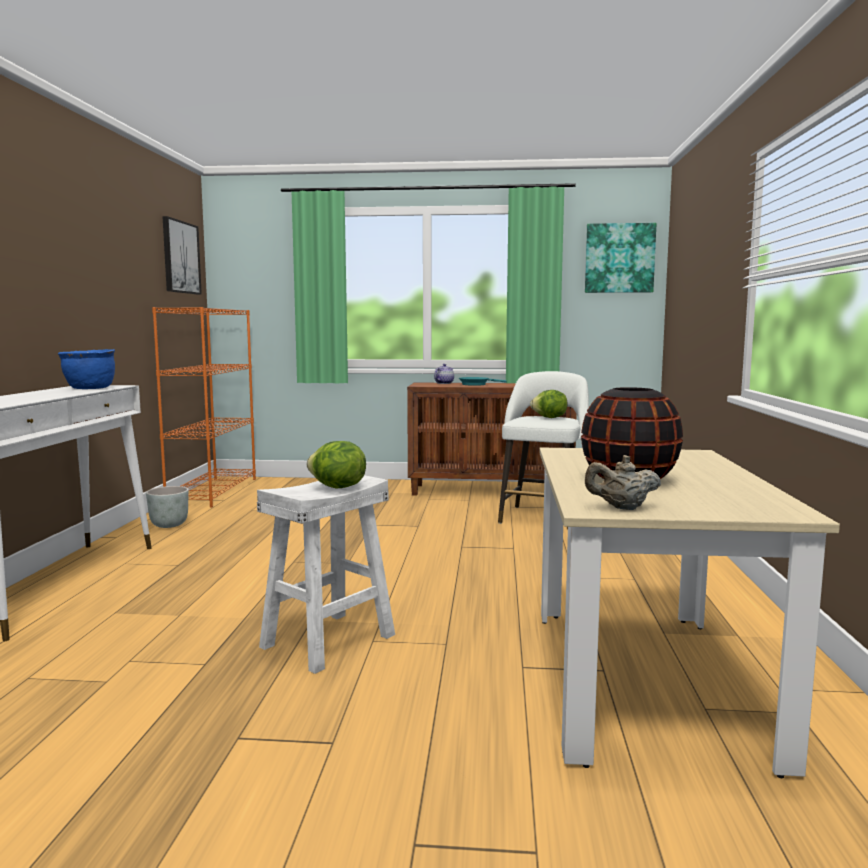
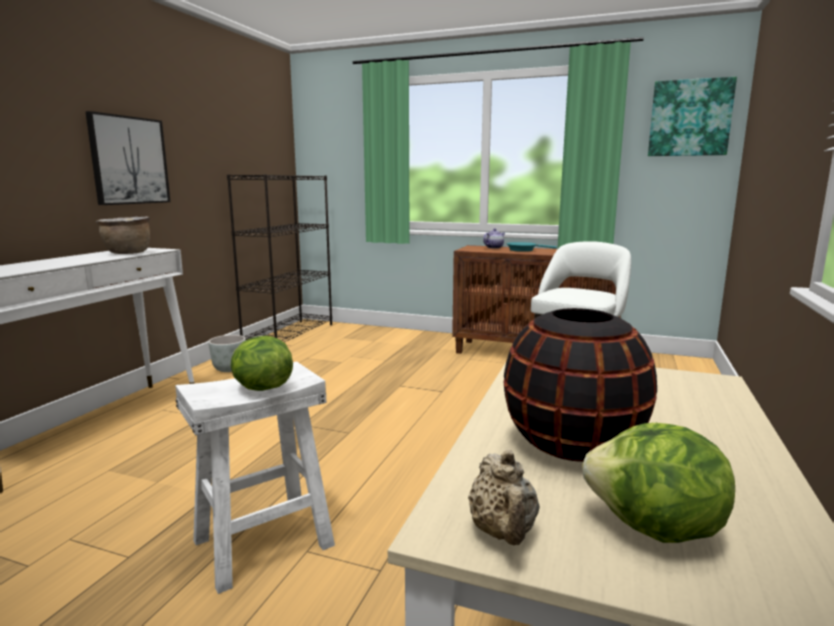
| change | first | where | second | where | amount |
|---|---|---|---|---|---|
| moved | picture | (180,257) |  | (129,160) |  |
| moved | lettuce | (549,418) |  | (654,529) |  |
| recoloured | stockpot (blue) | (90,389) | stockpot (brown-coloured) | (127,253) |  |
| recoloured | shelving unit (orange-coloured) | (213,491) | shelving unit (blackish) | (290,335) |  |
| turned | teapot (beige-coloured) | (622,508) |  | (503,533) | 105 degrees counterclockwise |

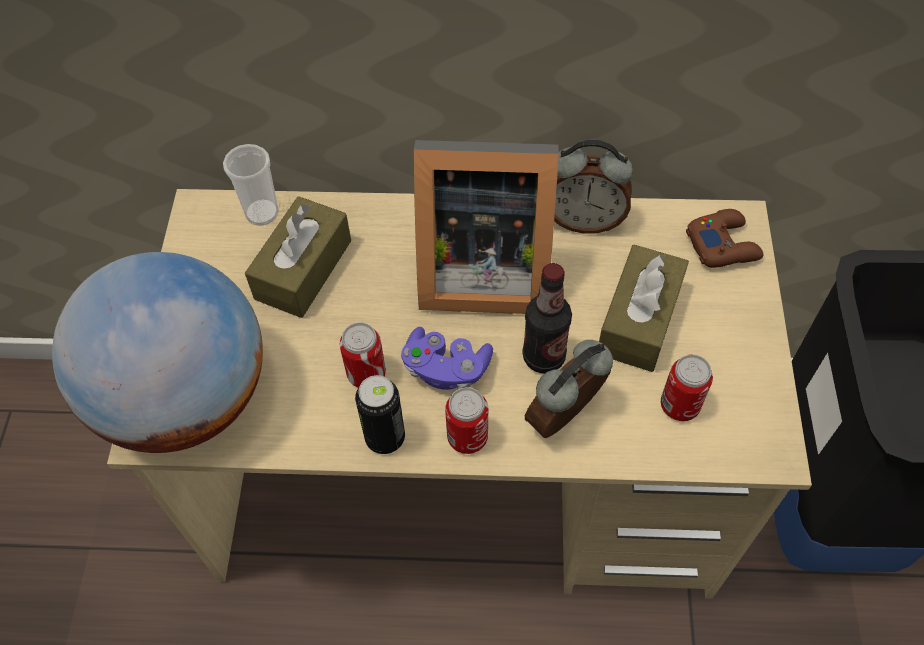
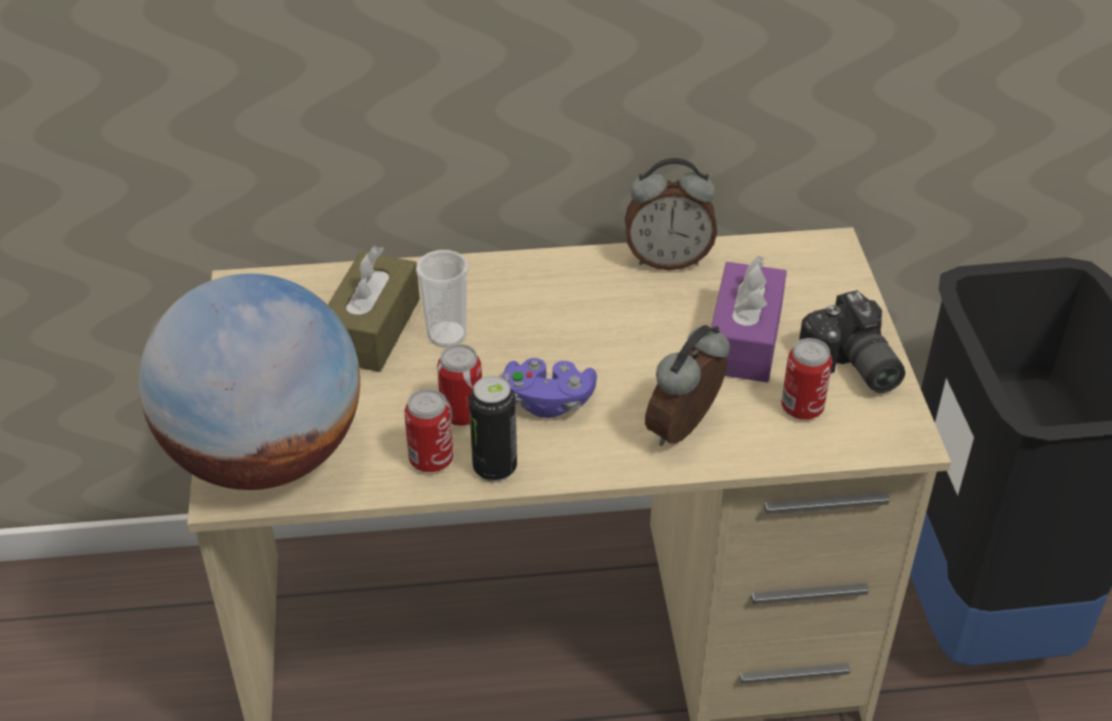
| change | first | where | second | where | amount |
|---|---|---|---|---|---|
| removed | standing frame | (479,271) |  |  |  |
| removed | drink bottle | (543,357) |  |  |  |
| removed | game controller (brown-coloured) | (723,244) |  |  |  |
| added |  |  | photo camera | (851,367) |  |
| moved | cup | (262,213) |  | (446,335) |  |
| moved | can | (467,437) |  | (431,460) |  |
| recoloured | box of tissues (brown-coloured) | (639,320) | box of tissues (purplish) | (744,340) |  |

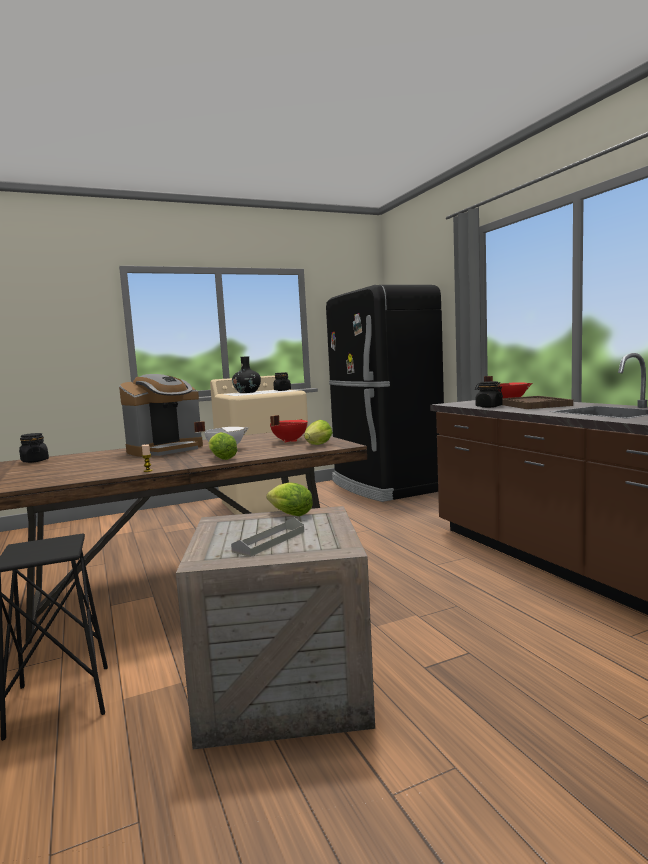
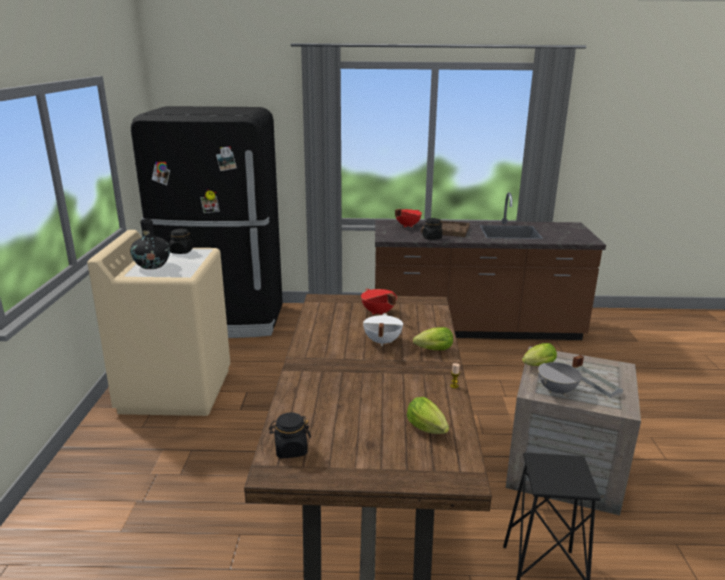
| change | first | where | second | where | amount |
|---|---|---|---|---|---|
| removed | coffee maker | (165,450) |  |  |  |
| added |  |  | stockpot (greyish) | (557,390) |  |
| moved | lettuce | (317,445) |  | (428,430) |  |

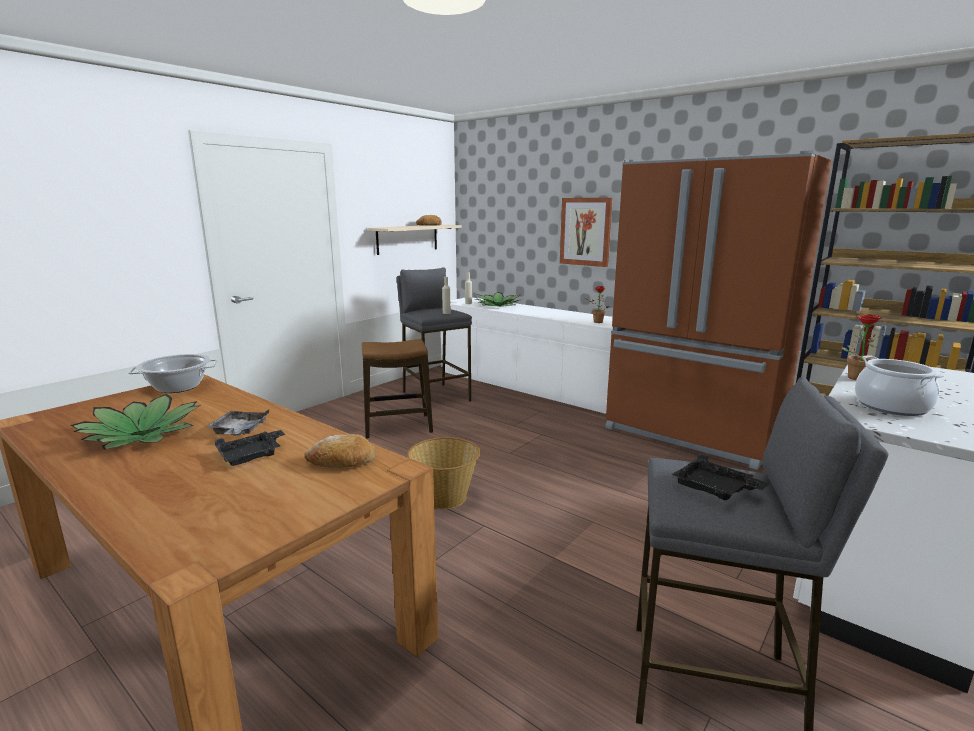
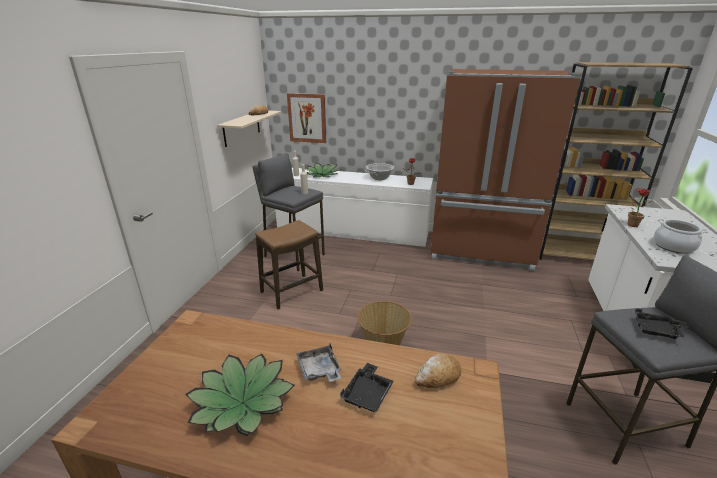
| change | first | where | second | where | amount |
|---|---|---|---|---|---|
| moved | stockpot | (177,387) |  | (379,178) |  |
| moved | picture | (585,231) |  | (307,118) |  |

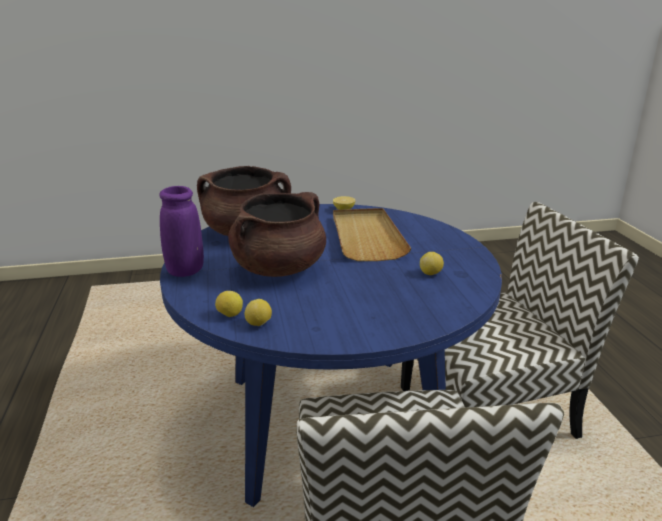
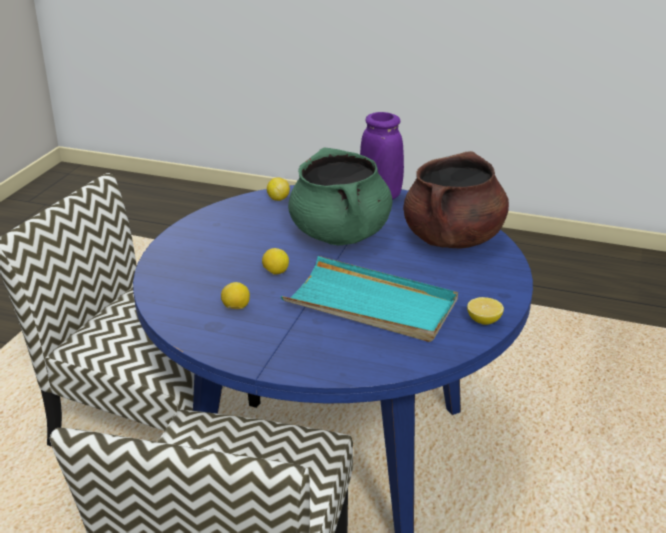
| change | first | where | second | where | amount |
|---|---|---|---|---|---|
| moved | citrus fruit | (259,324) |  | (275,272) |  |
| recoloured | stockpot (brown-coloured) | (279,268) | stockpot (green-coloured) | (340,235) |  |
| recoloured | carrying tray (beige-coloured) | (366,237) | carrying tray (blue-green) | (371,305) |  |

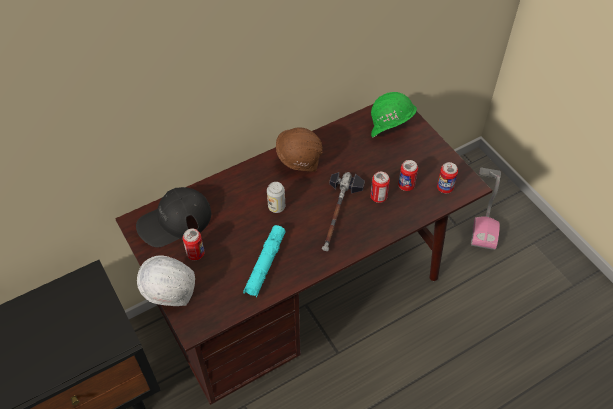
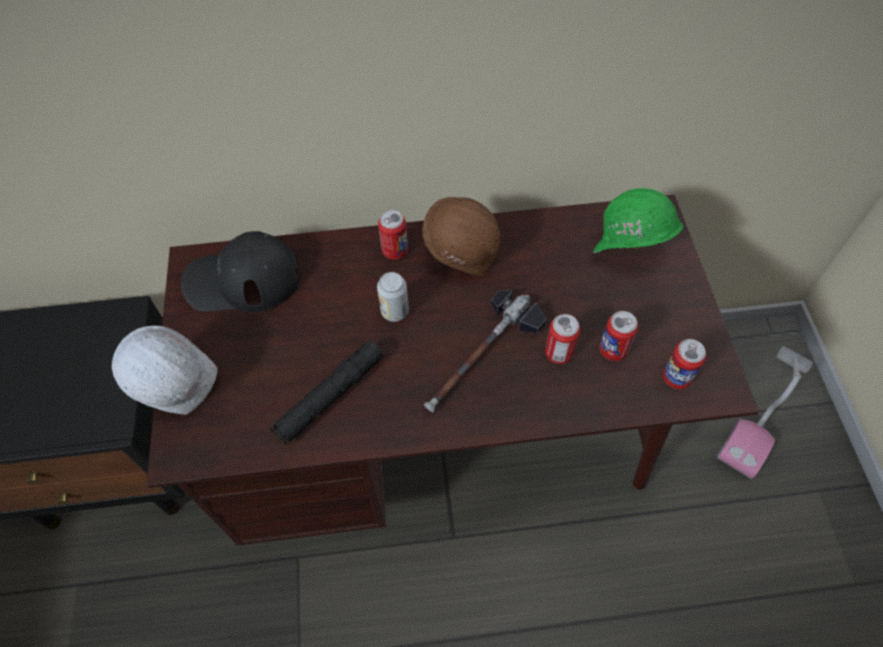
| change | first | where | second | where | amount |
|---|---|---|---|---|---|
| moved | can | (195,254) |  | (395,250) |  |
| recoloured | torch (blue-green) | (265,264) | torch (blackish) | (330,396) |  |

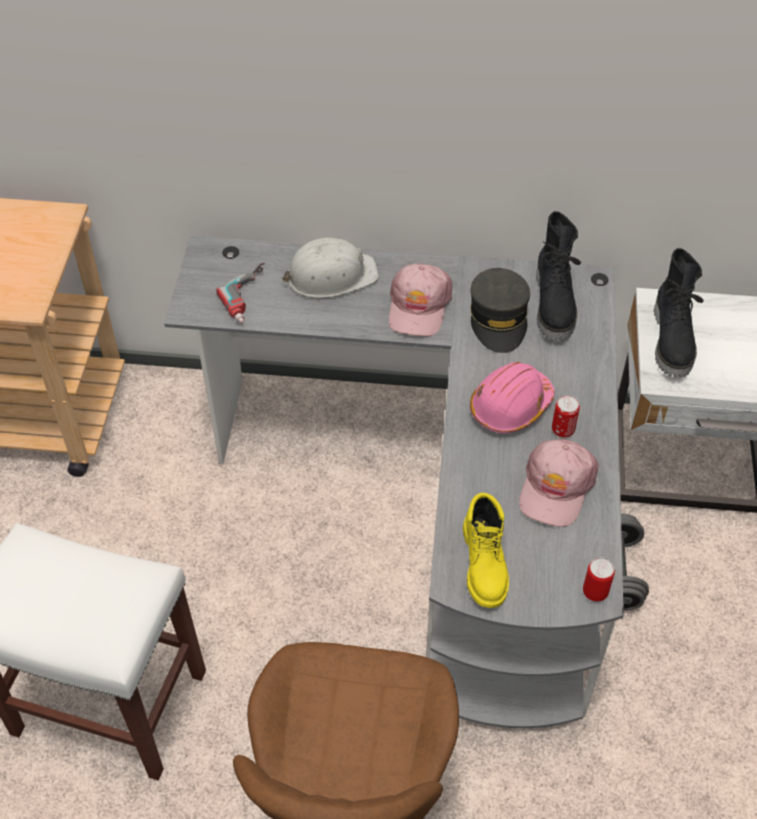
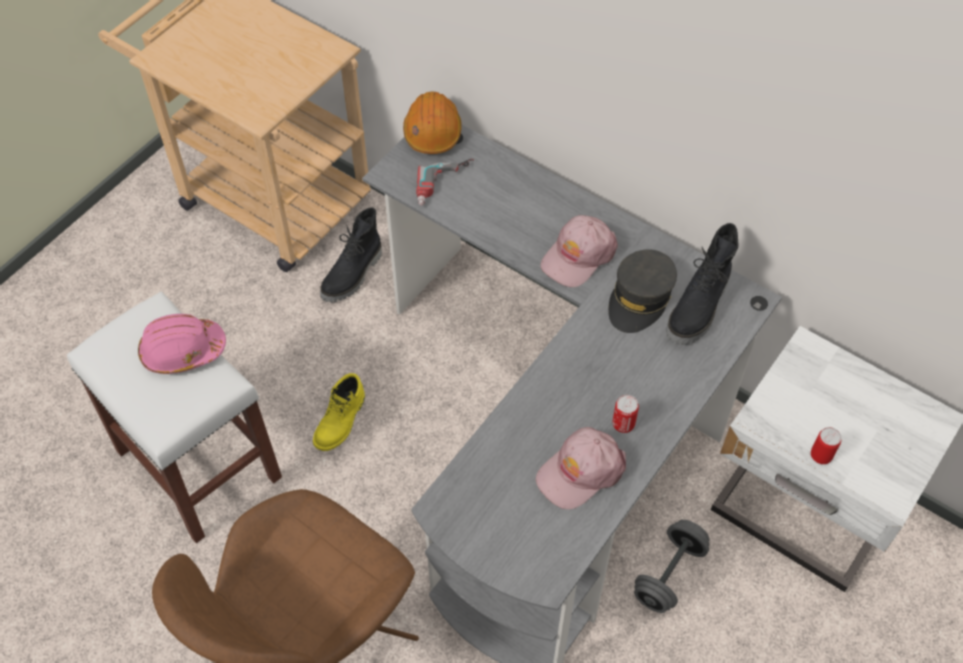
| change | first | where | second | where | amount |
|---|---|---|---|---|---|
| removed | hard hat (whitish) | (330,275) |  |  |  |
| added |  |  | hard hat (orange-coloured) | (432,131) |  |
| moved | tall boot (yellowish) | (485,563) |  | (341,421) |  |
| moved | hard hat (pinkish) | (510,406) |  | (182,351) |  |
| moved | can | (595,592) |  | (821,456) |  |
| moved | tall boot (blackish) | (672,341) |  | (353,275) |  |

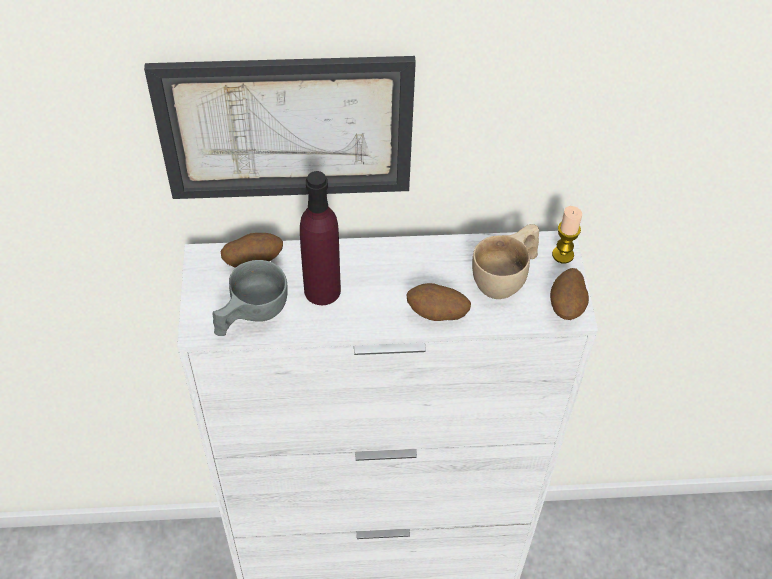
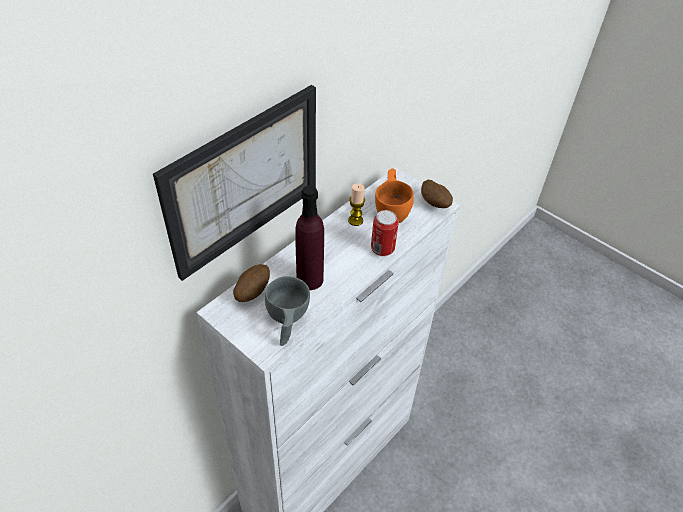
| change | first | where | second | where | amount |
|---|---|---|---|---|---|
| moved | wax light | (562,255) |  | (355,220) |  |
| replaced | potato | (437,314) | can | (382,249) |  |
| recoloured | cup (beige-coloured) | (506,277) | cup (orange-coloured) | (392,209) |  |

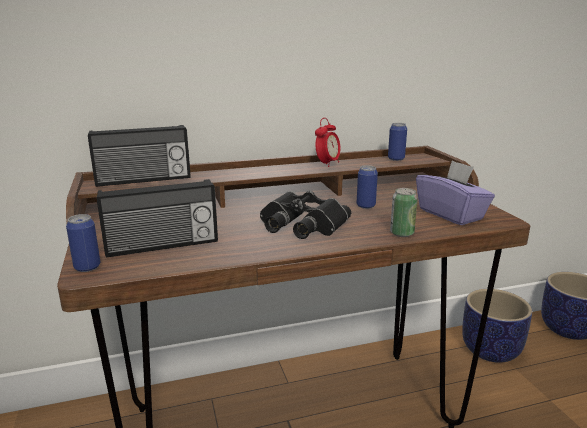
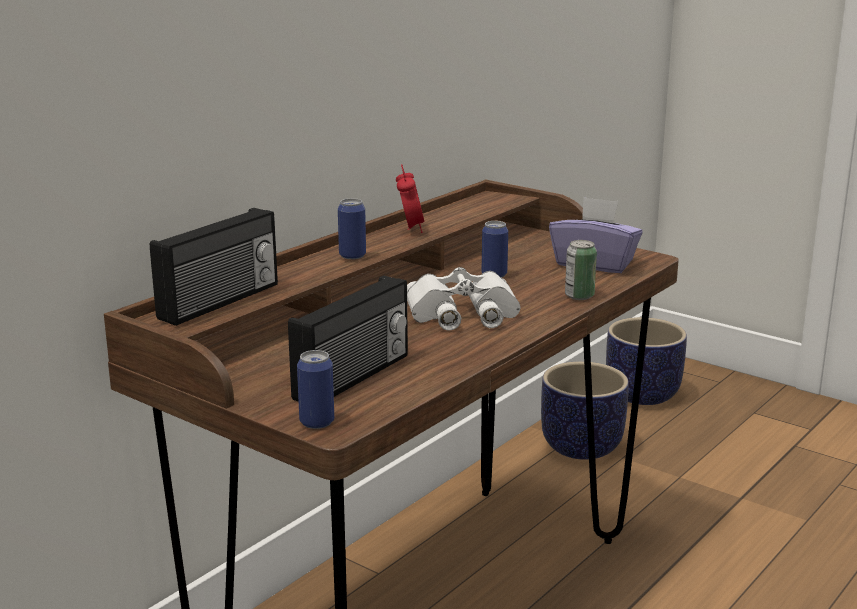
| change | first | where | second | where | amount |
|---|---|---|---|---|---|
| moved | can | (396,159) |  | (352,256) |  |
| recoloured | field glasses (blackish) | (301,224) | field glasses (whitish) | (462,313) |  |

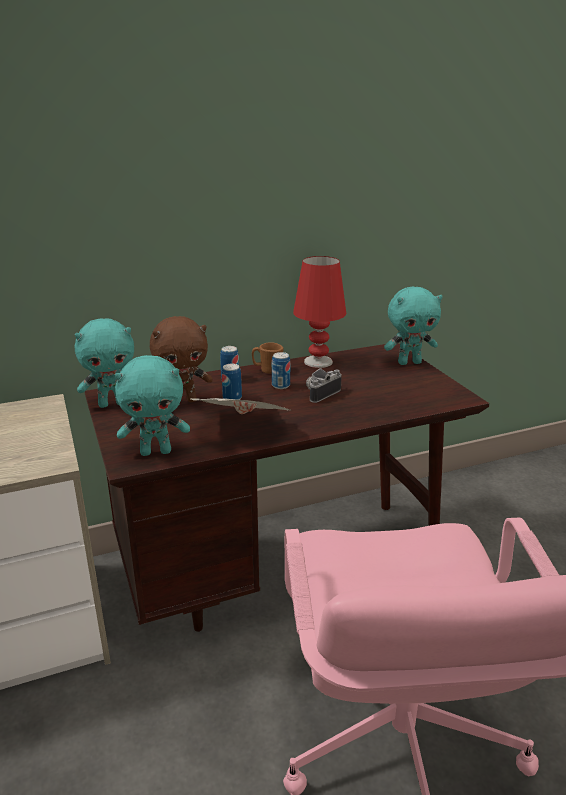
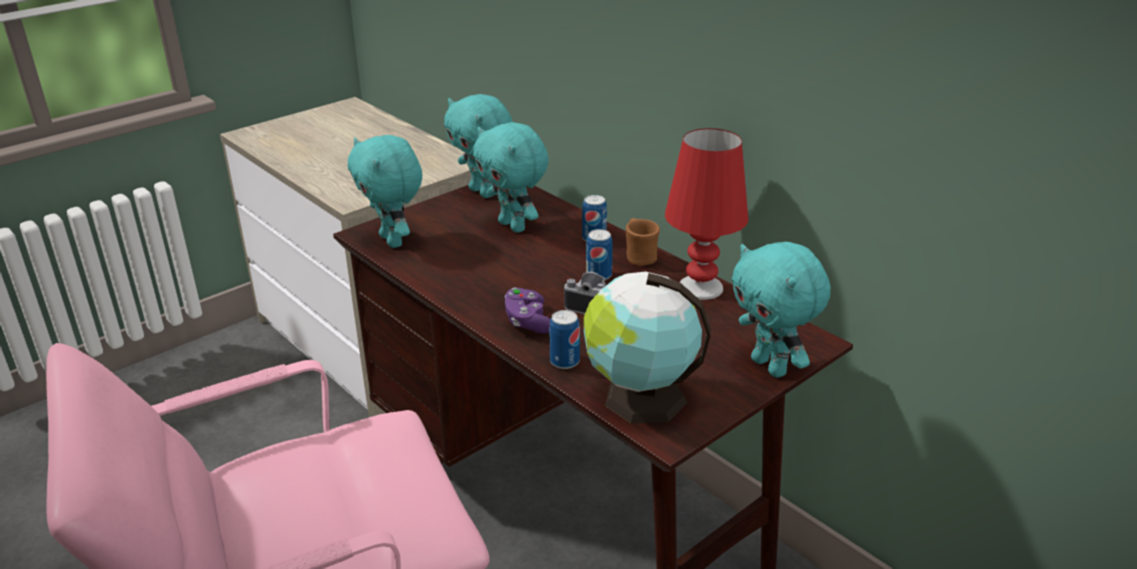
| change | first | where | second | where | amount |
|---|---|---|---|---|---|
| removed | newspaper | (245,428) |  |  |  |
| added |  |  | game controller (purplish) | (528,322) |  |
| added |  |  | globe | (640,398) |  |
| moved | can | (232,398) |  | (564,361) |  |
| recoloured | plush toy (brown-coloured) | (183,401) | plush toy (blue-green) | (514,226) |  |

